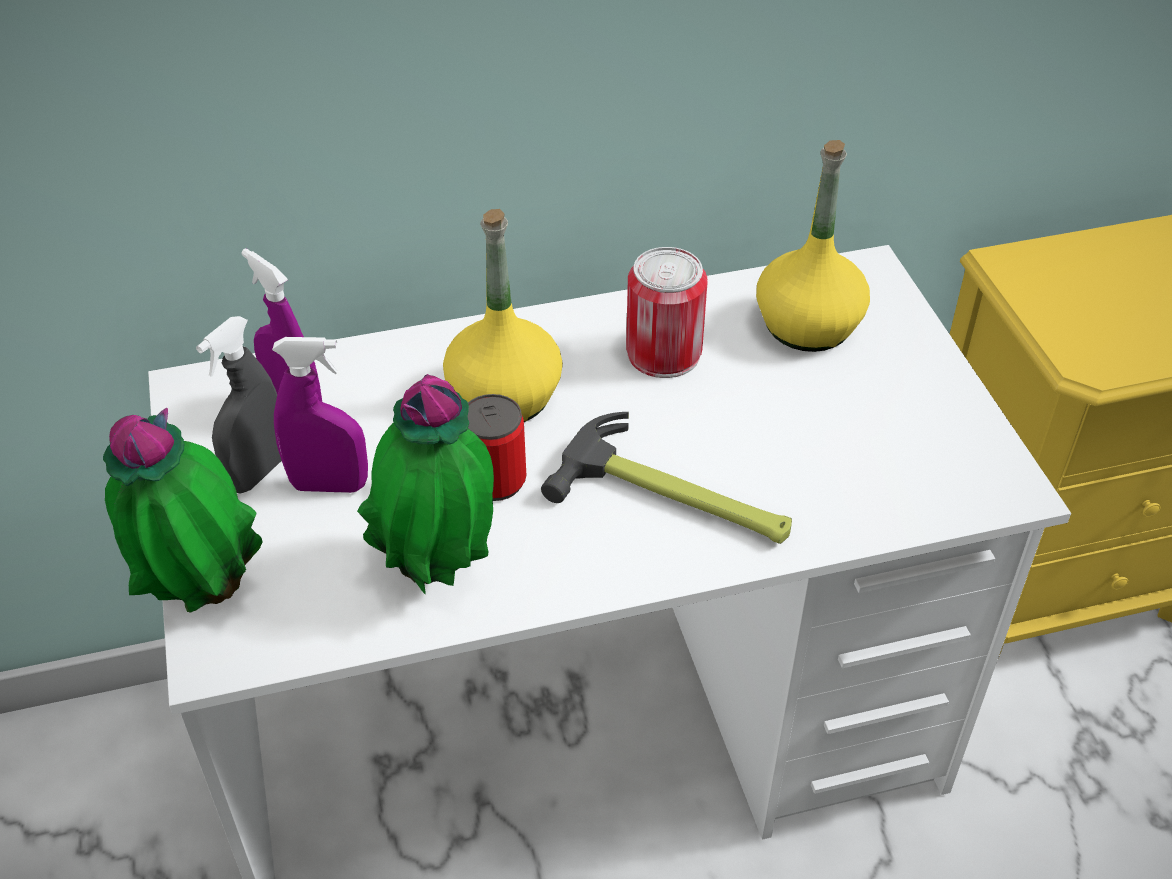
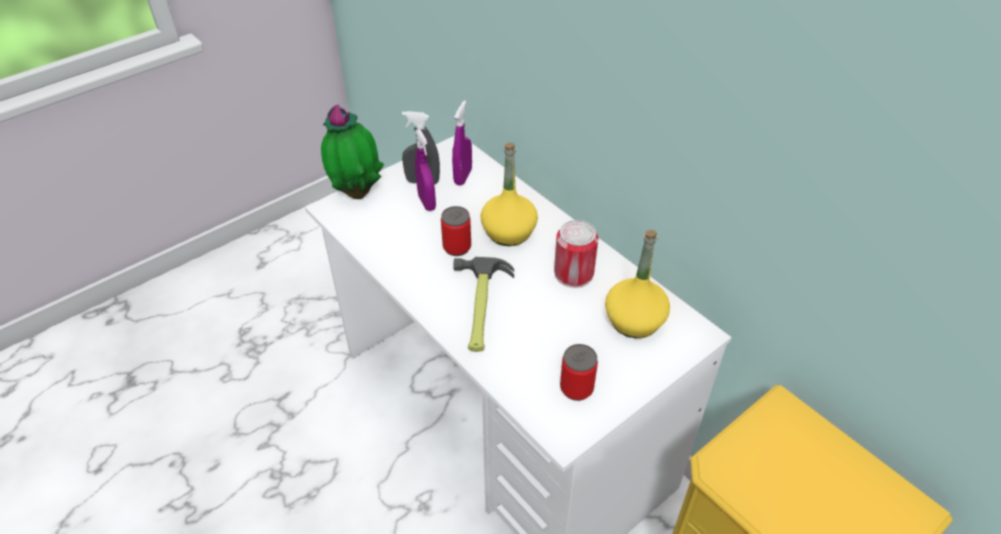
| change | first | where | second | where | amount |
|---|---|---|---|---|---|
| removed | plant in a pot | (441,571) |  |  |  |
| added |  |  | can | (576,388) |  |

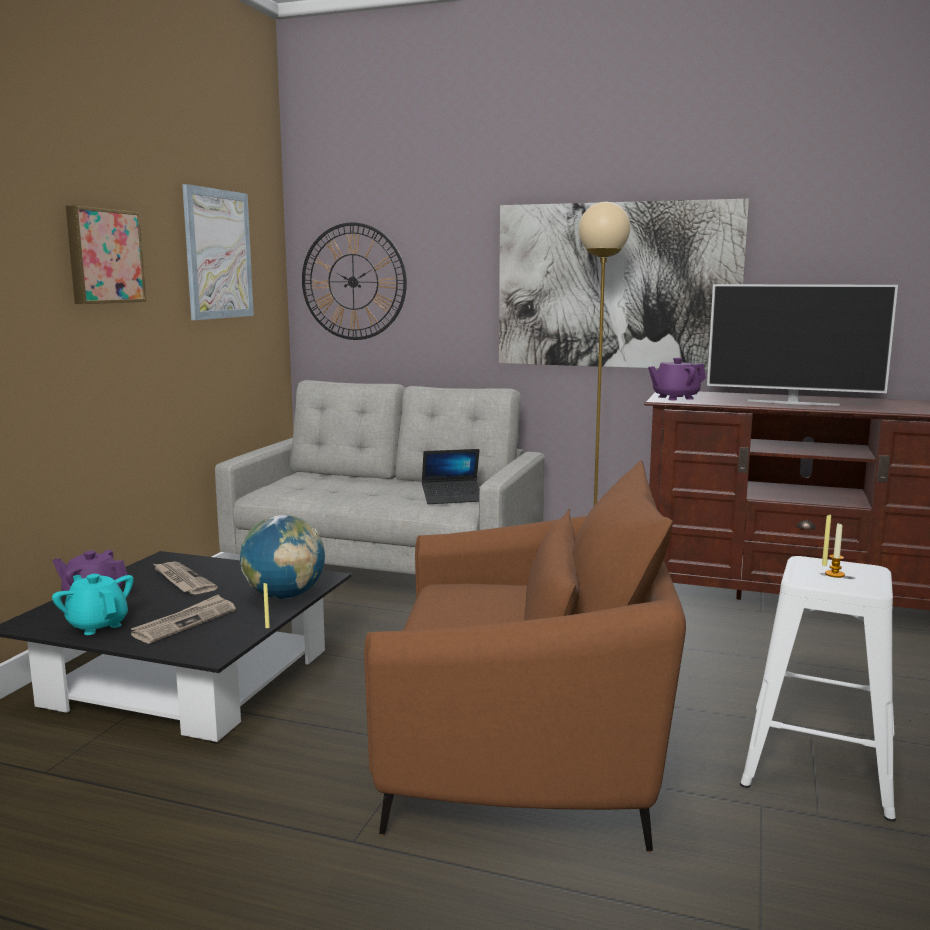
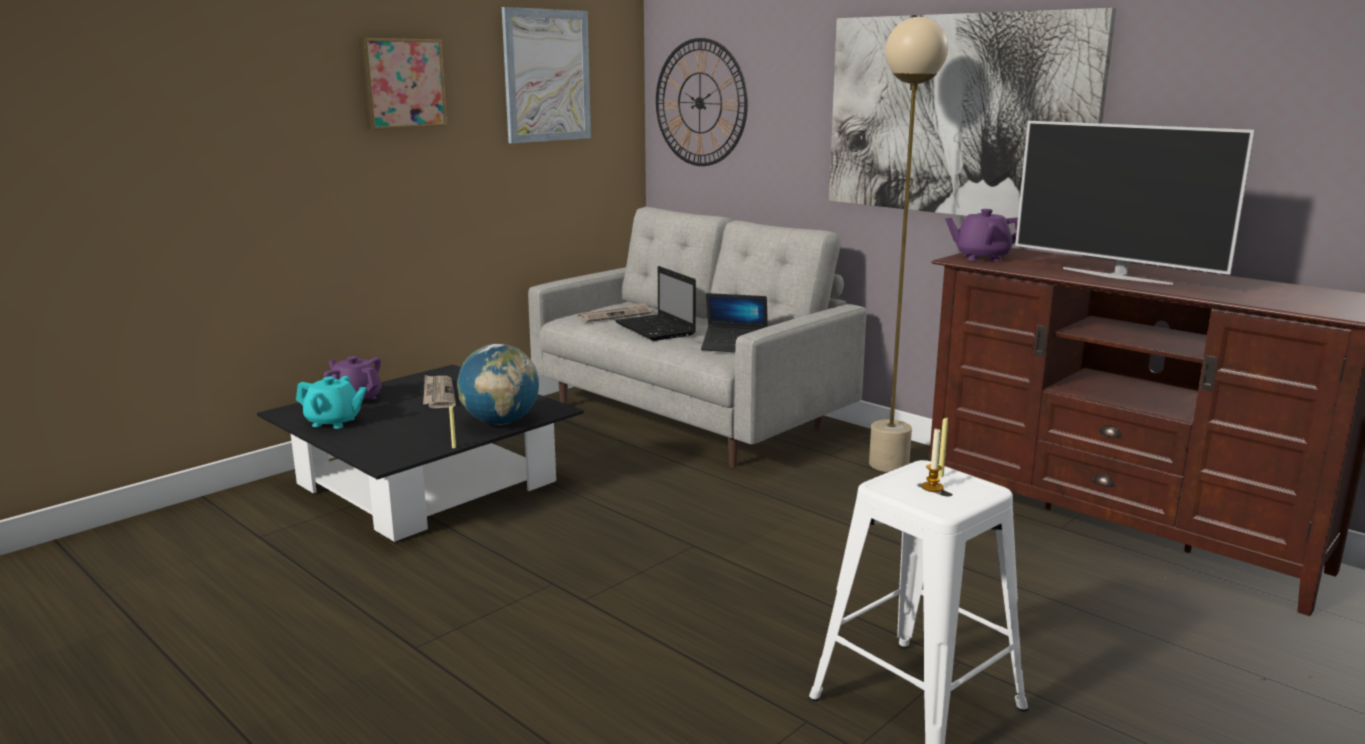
| change | first | where | second | where | amount |
|---|---|---|---|---|---|
| removed | lounge chair (brown-coloured) | (526,750) |  |  |  |
| added |  |  | laptop | (656,329) |  |
| moved | newspaper | (185,622) |  | (615,315) |  |
| turned | teapot (blue-green) | (97,625) |  | (334,422) | 120 degrees clockwise |

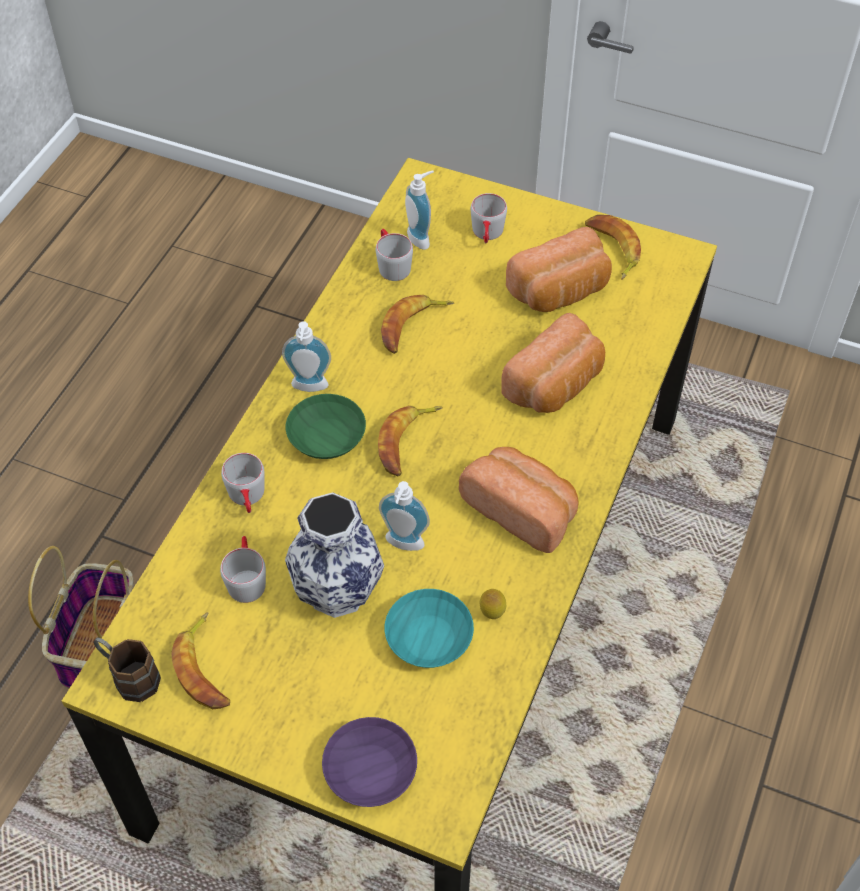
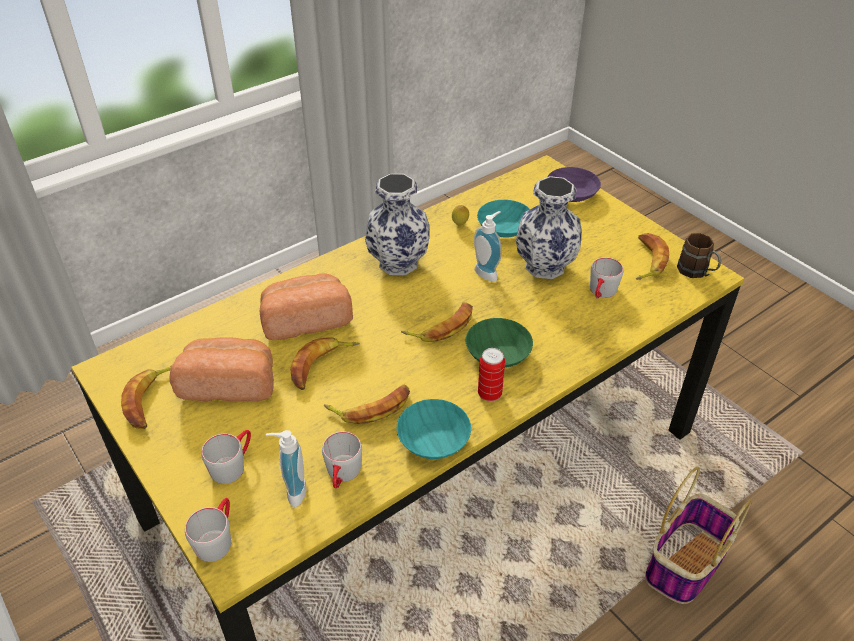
| change | first | where | second | where | amount |
|---|---|---|---|---|---|
| added |  |  | banana | (321,366) |  |
| added |  |  | bowl (blue-green) | (432,438) |  |
| moved | coffee mug (greyish) | (248,498) |  | (217,538) |  |
| replaced | soap dispenser | (309,388) | can | (489,394) |  |
| replaced | bread | (521,510) | flower vase | (399,262) |  |

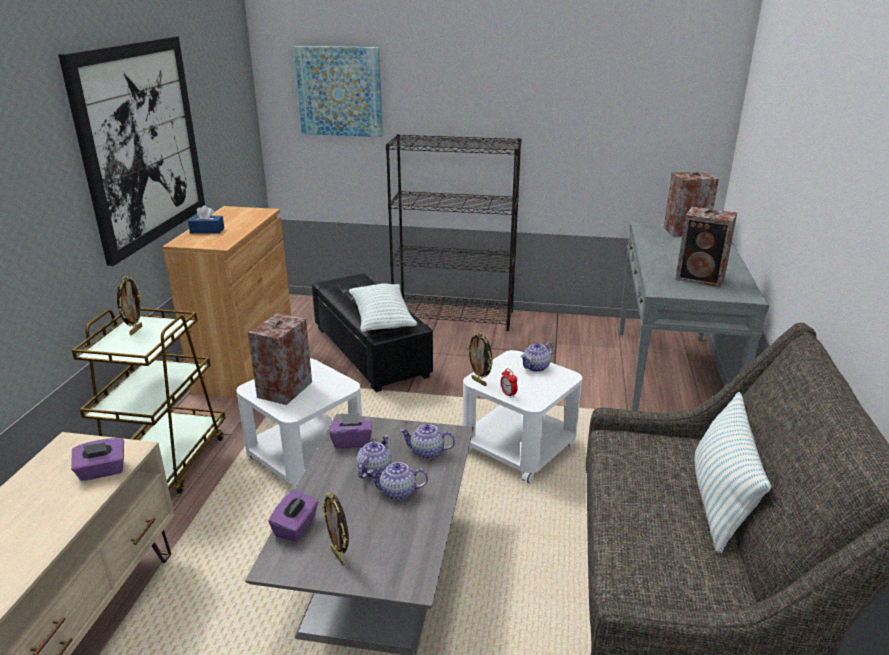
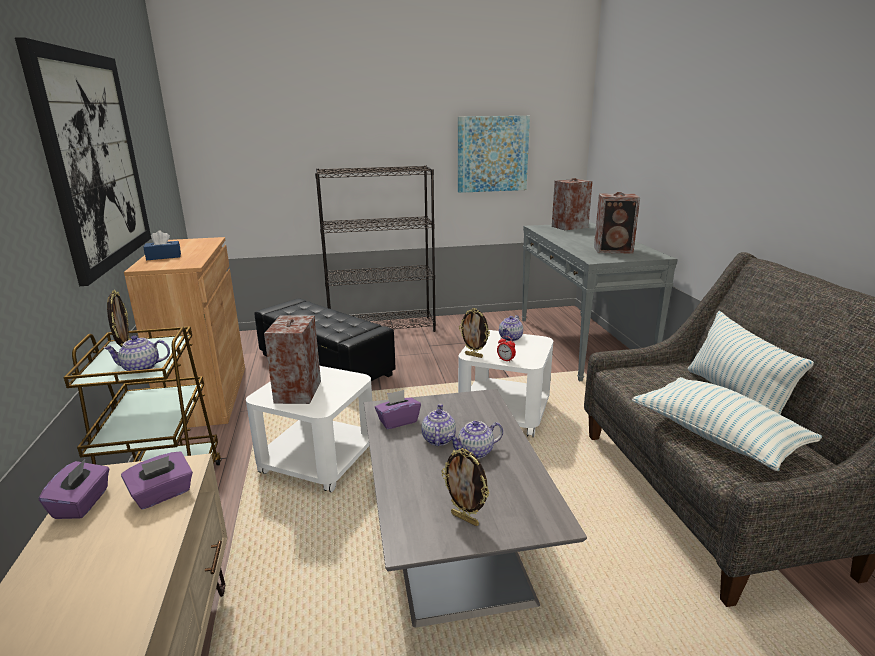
| change | first | where | second | where | amount |
|---|---|---|---|---|---|
| moved | box of tissues (purplish) | (296,527) |  | (82,503) |  |
| moved | picture | (339,91) |  | (492,154) |  |
| moved | pillow | (382,319) |  | (717,437) |  |
| moved | teapot | (427,452) |  | (140,368) |  |

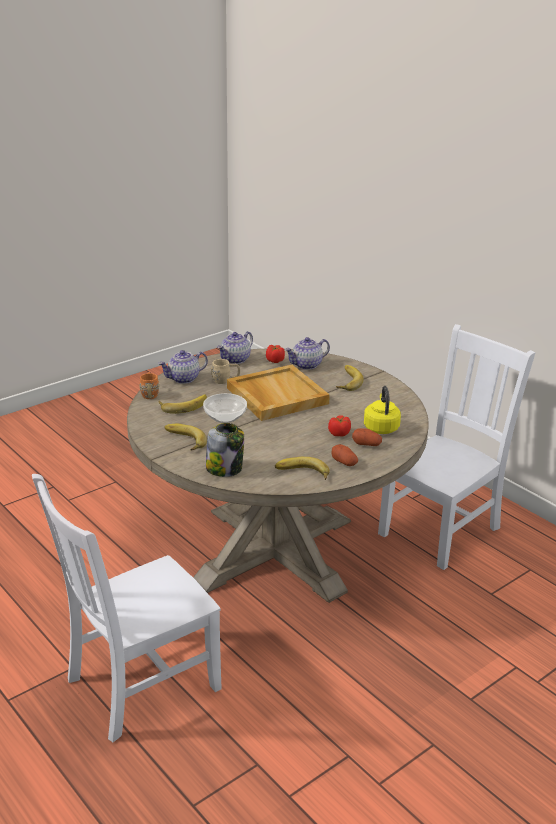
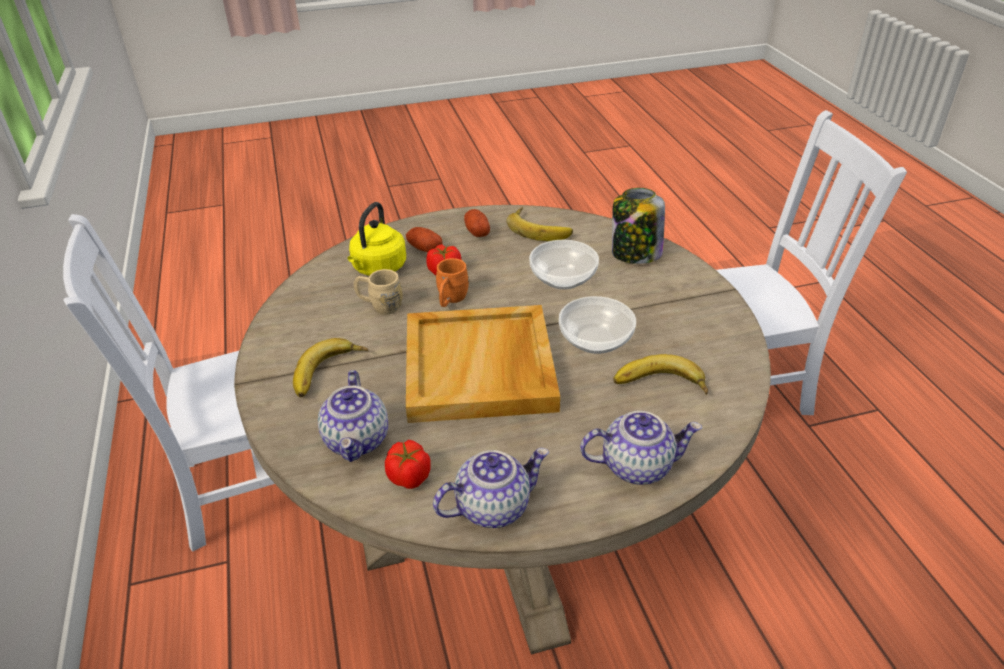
| change | first | where | second | where | amount |
|---|---|---|---|---|---|
| removed | banana | (183,440) |  |  |  |
| added |  |  | bowl | (563,278) |  |
| moved | coffee mug (orange-coloured) | (149,393) |  | (450,300) |  |
| moved | coffee mug (beige-coloured) | (225,380) |  | (380,306) |  |
| turned | teapot | (306,365) |  | (357,440) | 90 degrees clockwise |

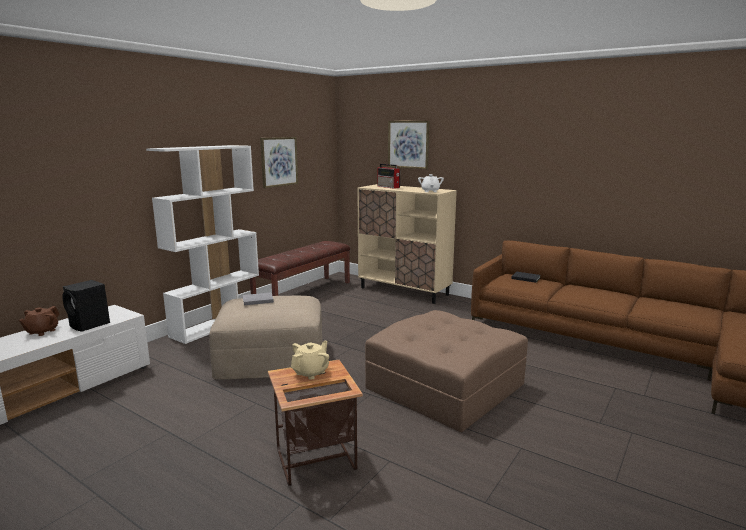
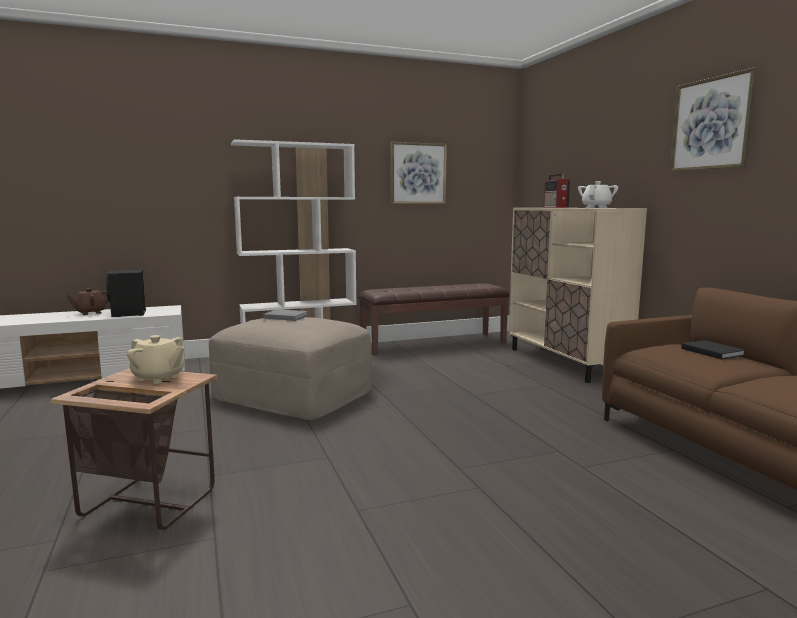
| change | first | where | second | where | amount |
|---|---|---|---|---|---|
| removed | footrest (brown-coloured) | (445,386) |  |  |  |
| moved | picture | (408,144) |  | (712,124) |  |
| turned | teapot (beige-coloured) | (311,372) |  | (158,378) | 45 degrees clockwise |

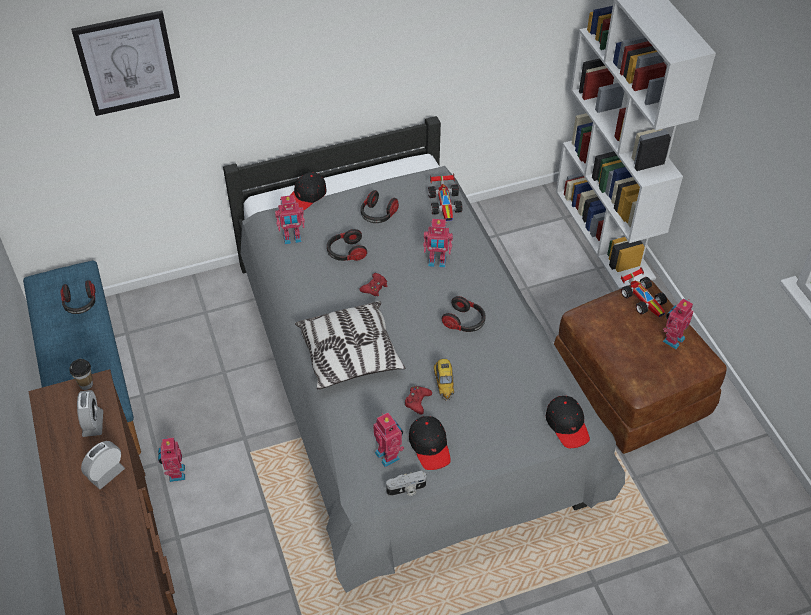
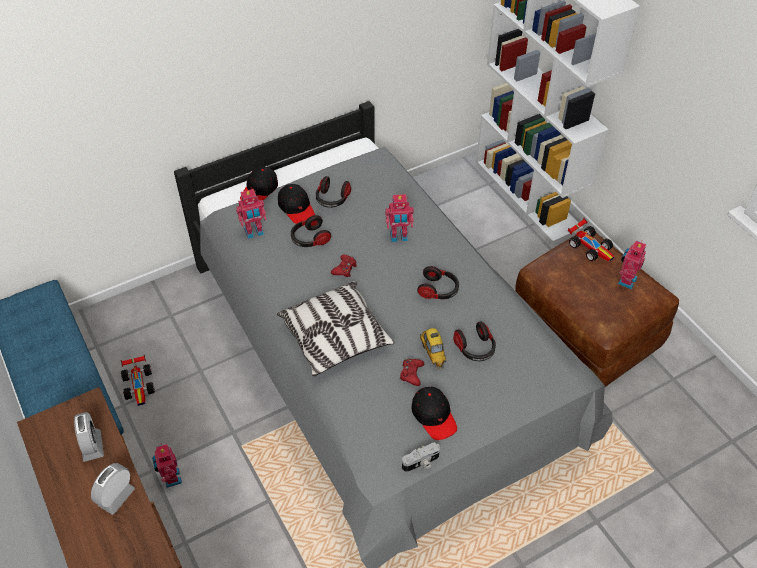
| change | first | where | second | where | amount |
|---|---|---|---|---|---|
| removed | cup | (86,384) |  |  |  |
| removed | picture | (127,63) |  |  |  |
| removed | robot figure | (389,455) |  |  |  |
| moved | headset | (80,304) |  | (475,349) |  |
| moved | miniature car | (445,203) |  | (139,385) |  |
| moved | cap (blackish) | (567,425) |  | (296,208) |  |

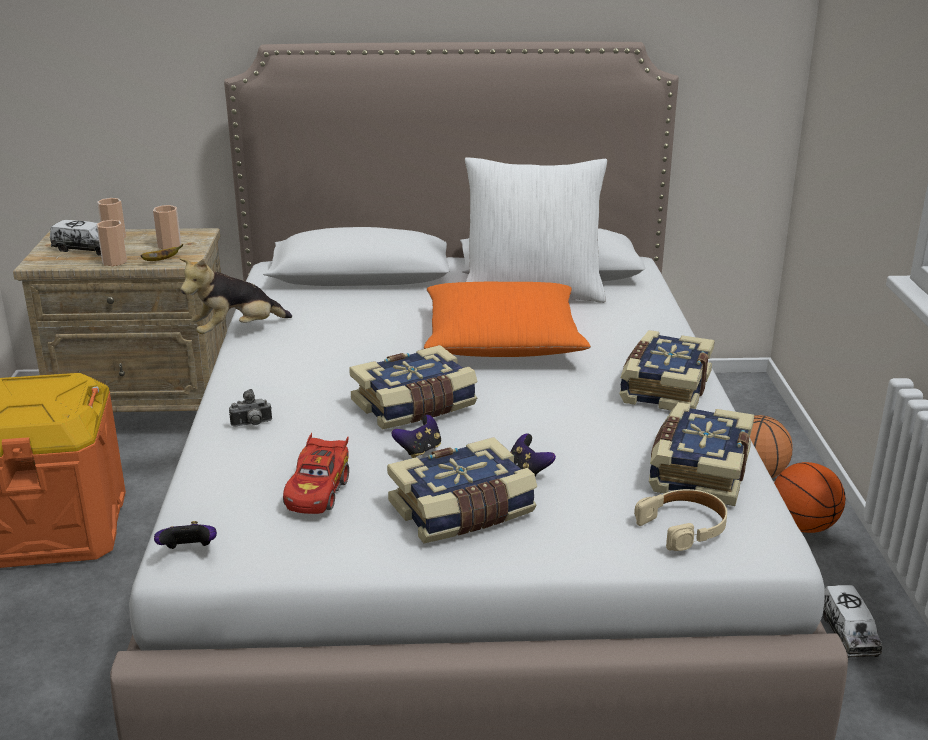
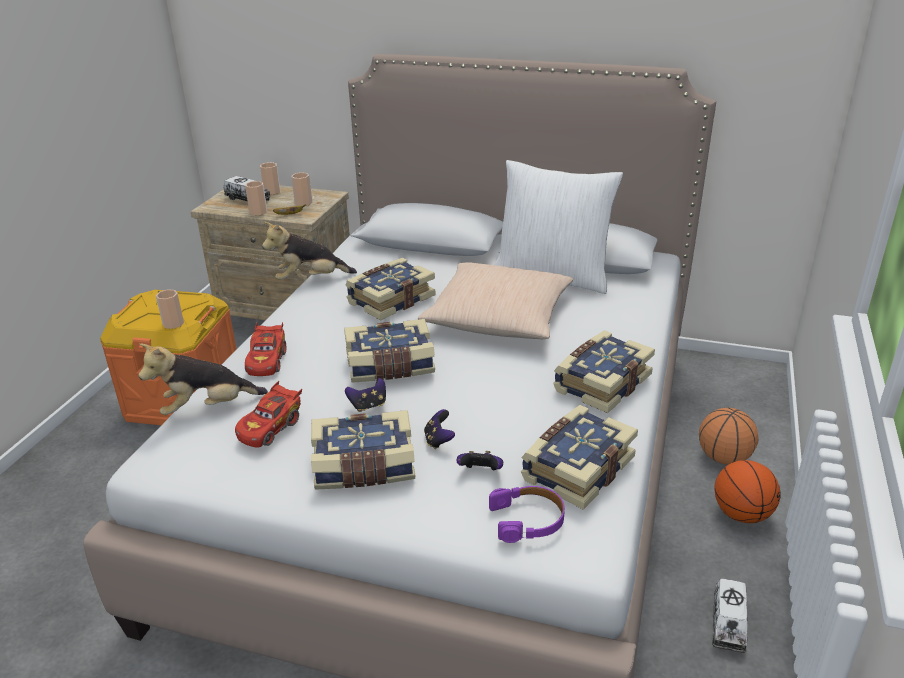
| change | first | where | second | where | amount |
|---|---|---|---|---|---|
| added |  |  | plush toy | (207,408) |  |
| added |  |  | cup | (173,324) |  |
| added |  |  | volume | (390,300) |  |
| moved | game controller | (189,551) |  | (480,472) |  |
| replaced | photo camera | (252,425) | miniature car (reddish) | (267,361) |  |
| recoloured | pillow (orange-coloured) | (502,341) | pillow (beige-coloured) | (499,317) |  |
| recoloured | headset (beige-coloured) | (684,527) | headset (purplish) | (528,520) |  |

